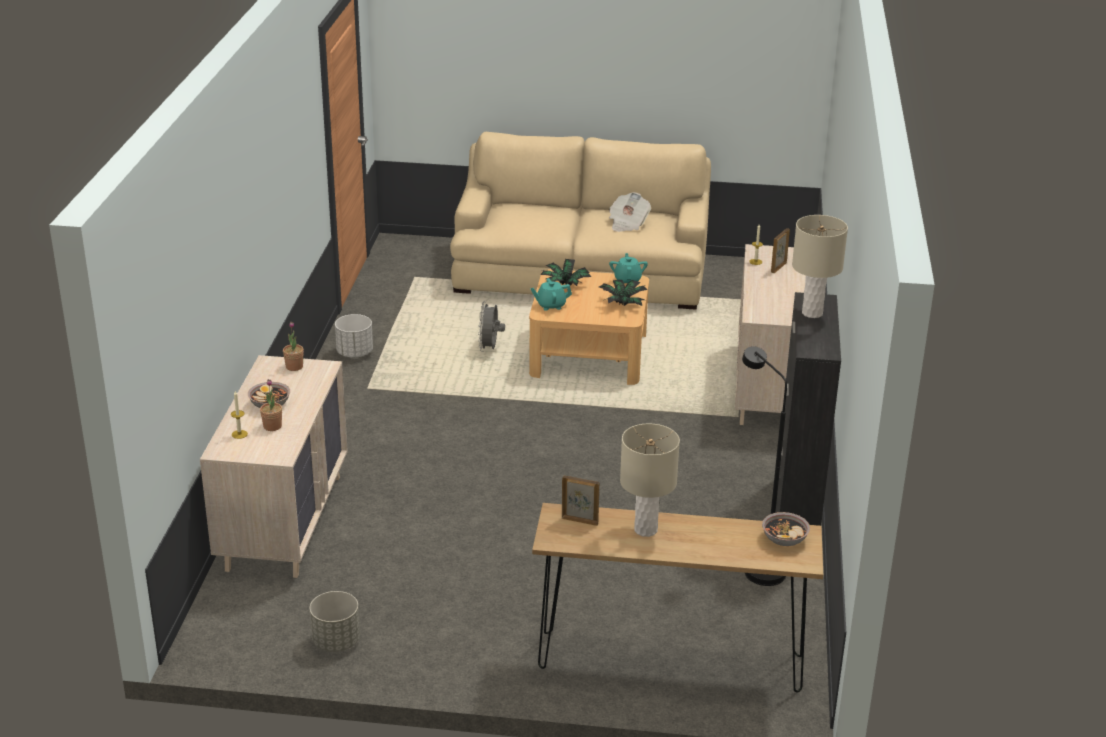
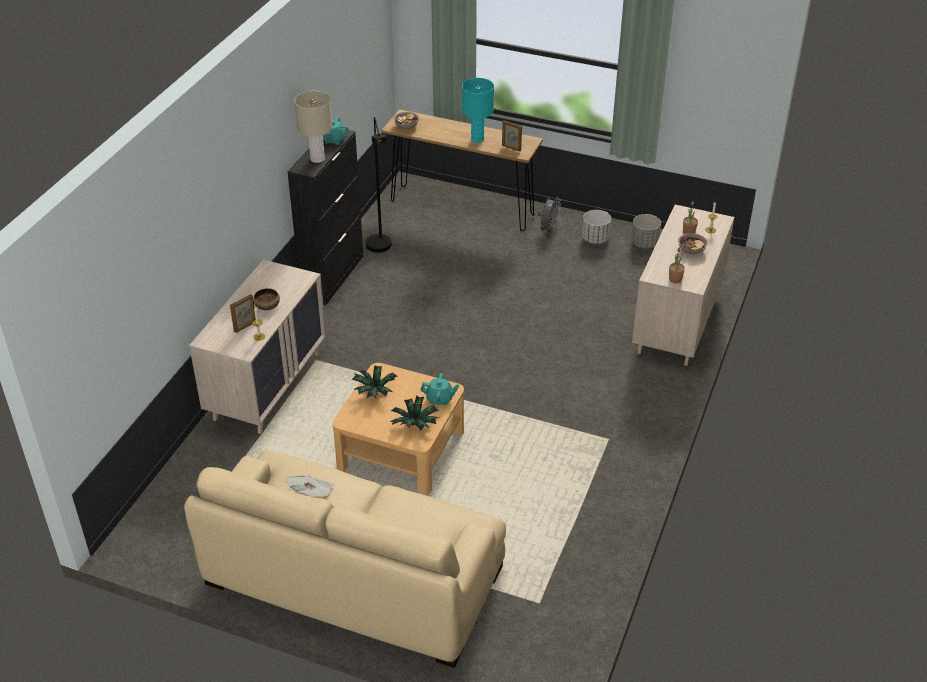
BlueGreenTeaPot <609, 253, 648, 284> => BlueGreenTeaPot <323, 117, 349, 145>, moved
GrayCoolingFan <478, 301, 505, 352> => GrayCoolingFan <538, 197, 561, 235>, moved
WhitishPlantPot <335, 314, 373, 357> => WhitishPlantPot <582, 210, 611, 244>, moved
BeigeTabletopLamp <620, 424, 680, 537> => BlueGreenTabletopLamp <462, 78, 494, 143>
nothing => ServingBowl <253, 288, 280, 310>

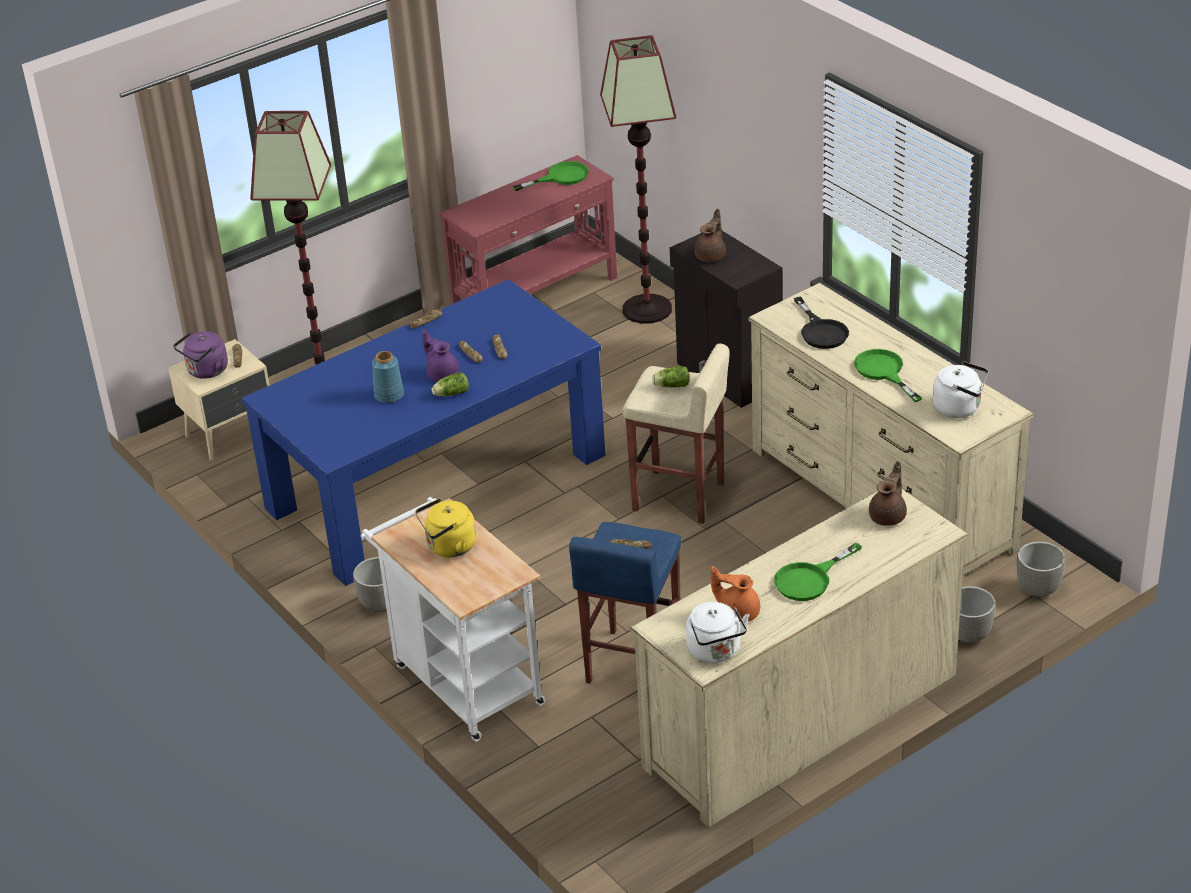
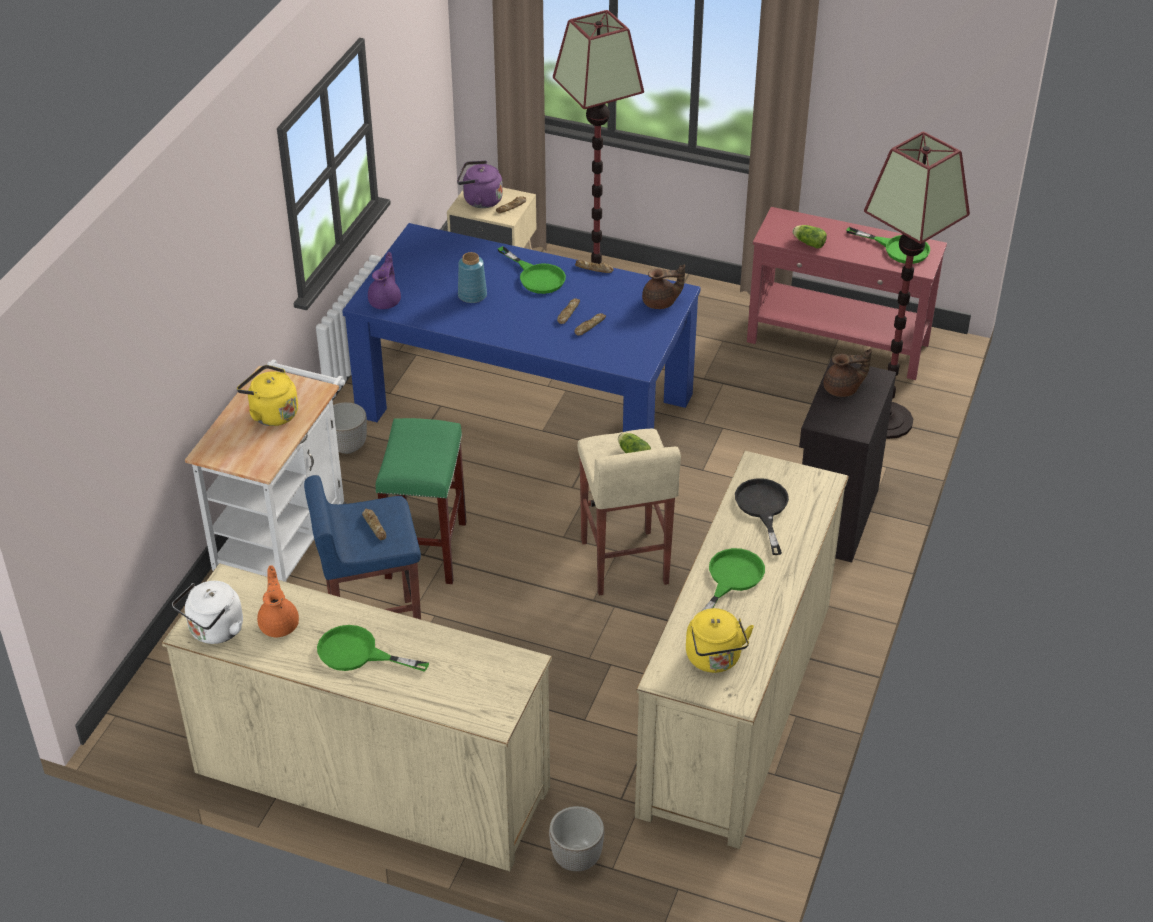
BlackPan <794, 297, 849, 349> => BlackPan <735, 478, 789, 555>, 135 degrees clockwise
PurpleColouredTeaPot <422, 329, 460, 382> => PurpleColouredTeaPot <368, 252, 401, 309>, moved
WhitishTeaKettle <933, 361, 988, 418> => YellowColouredTeaKettle <686, 608, 754, 673>
LettuceHead <431, 372, 469, 396> => LettuceHead <793, 225, 827, 249>, moved
BrownTeaPot <869, 461, 907, 526> => BrownTeaPot <642, 264, 685, 309>, moved
PlantPot <1017, 541, 1065, 597> => nothing
nothing => GreenColouredPan <498, 246, 566, 294>
nothing => GreenColouredStoolSeat <375, 418, 466, 584>

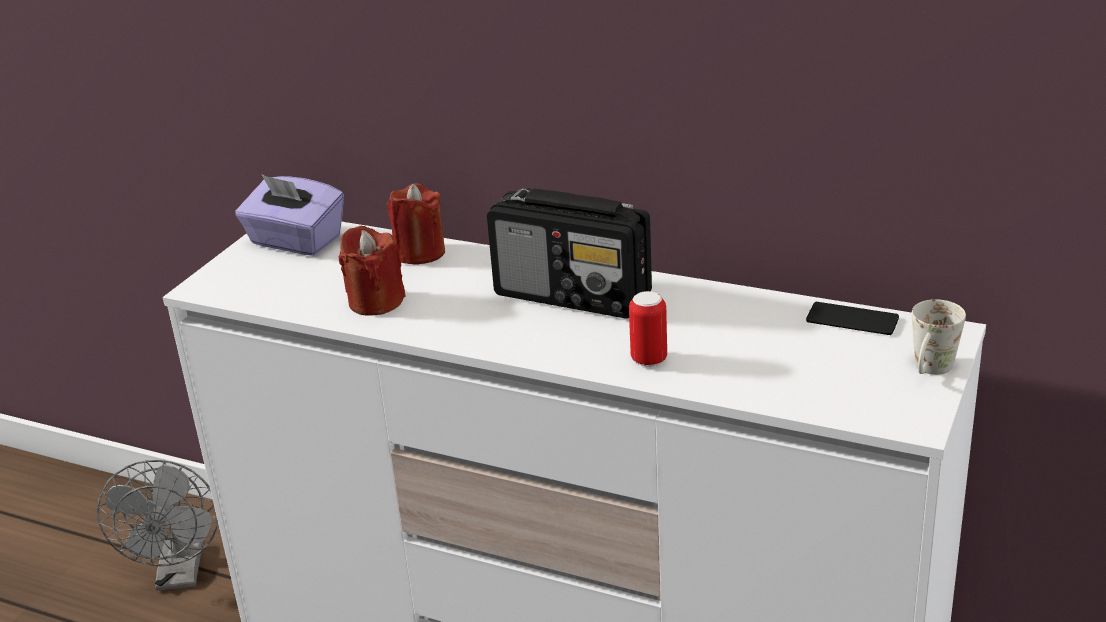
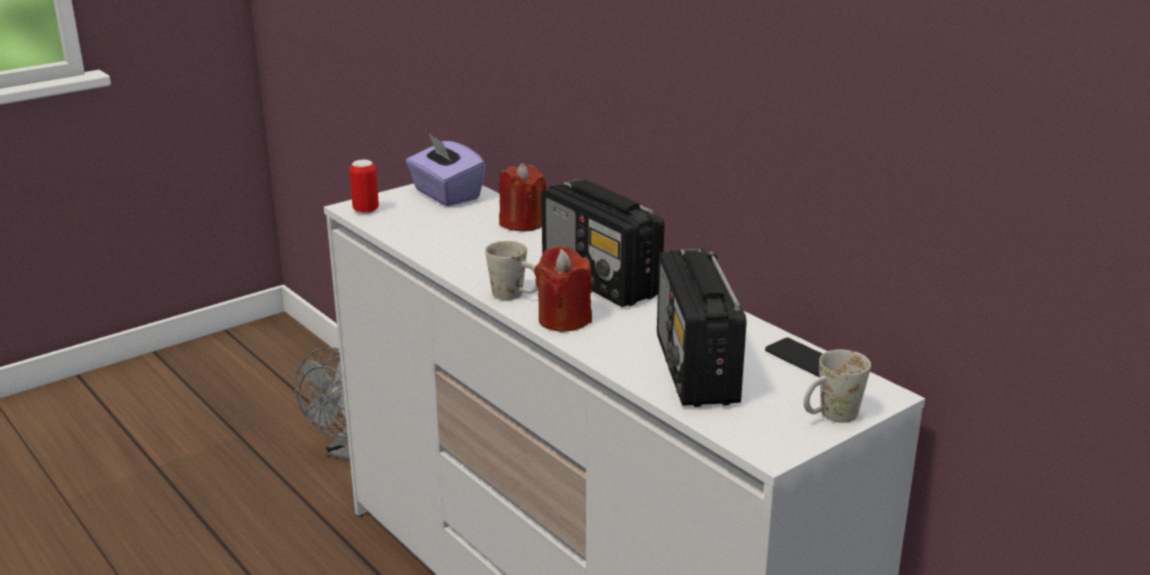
RedColouredWaxLight <339, 226, 406, 315> => RedColouredWaxLight <535, 246, 592, 332>, moved
Can <629, 291, 667, 366> => Can <349, 160, 379, 214>, moved
nothing => WhitishCoffeeMug <485, 241, 538, 300>
nothing => RadioSet <657, 249, 746, 407>

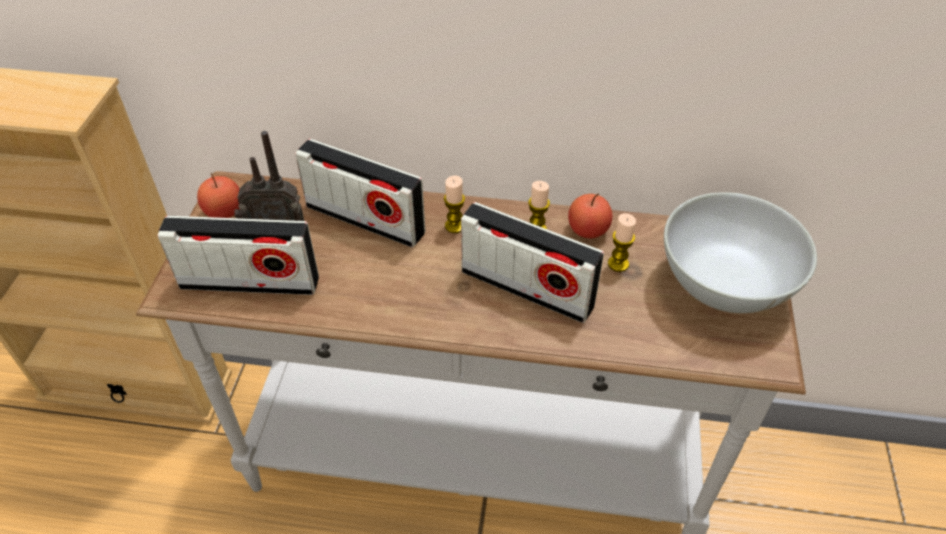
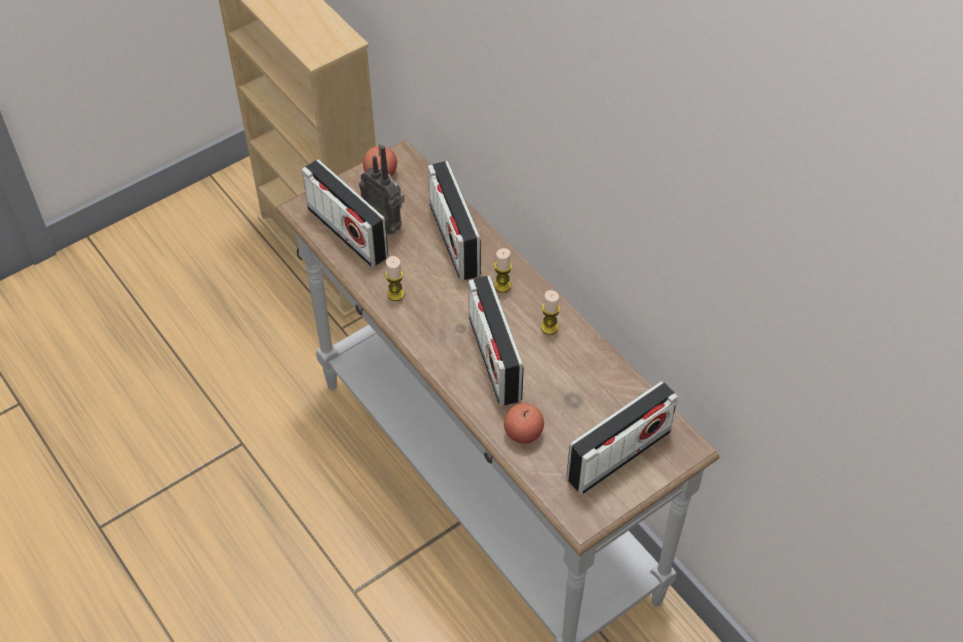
WhitishServingBowl <664, 192, 817, 313> => RadioSet <567, 381, 678, 495>
AppleFruit <568, 193, 612, 238> => AppleFruit <504, 403, 544, 444>, moved
WaxLight <608, 213, 636, 272> => WaxLight <385, 256, 404, 301>, moved

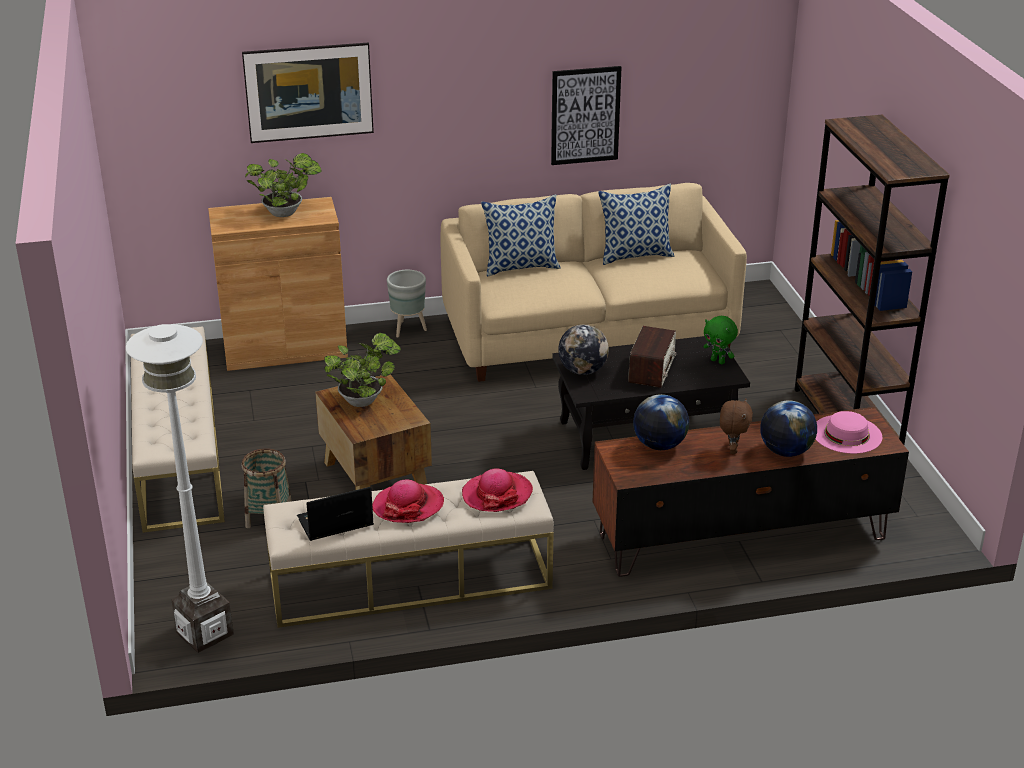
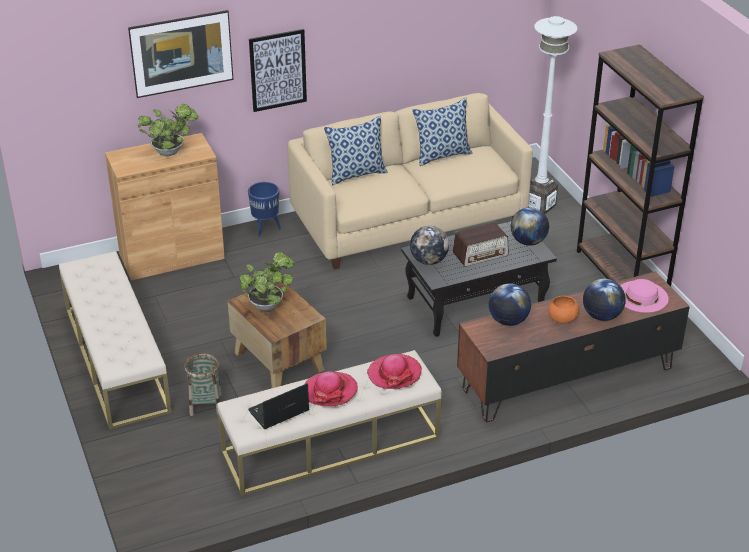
WallArt <551, 66, 622, 165> => WallArt <249, 29, 307, 112>, moved
GrayPlantPot <387, 270, 427, 338> => BluePlantPot <248, 182, 281, 237>
GreenColouredSoftToy <703, 316, 738, 364> => DeskGlobe <511, 207, 549, 246>
WhitishStandingLamp <126, 324, 234, 653> => WhitishStandingLamp <528, 16, 578, 214>, moved
RadioSet <628, 326, 676, 388> => RadioSet <453, 222, 509, 267>, 60 degrees clockwise
BrownSoftToy <720, 399, 753, 454> => OrangeyServingBowl <548, 296, 579, 324>

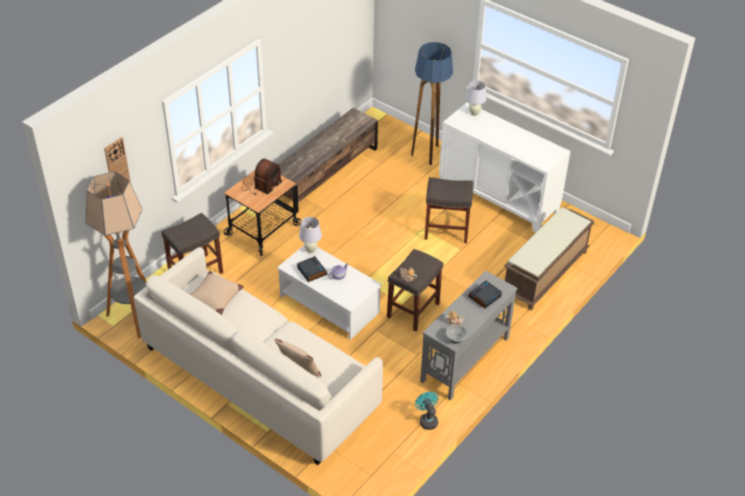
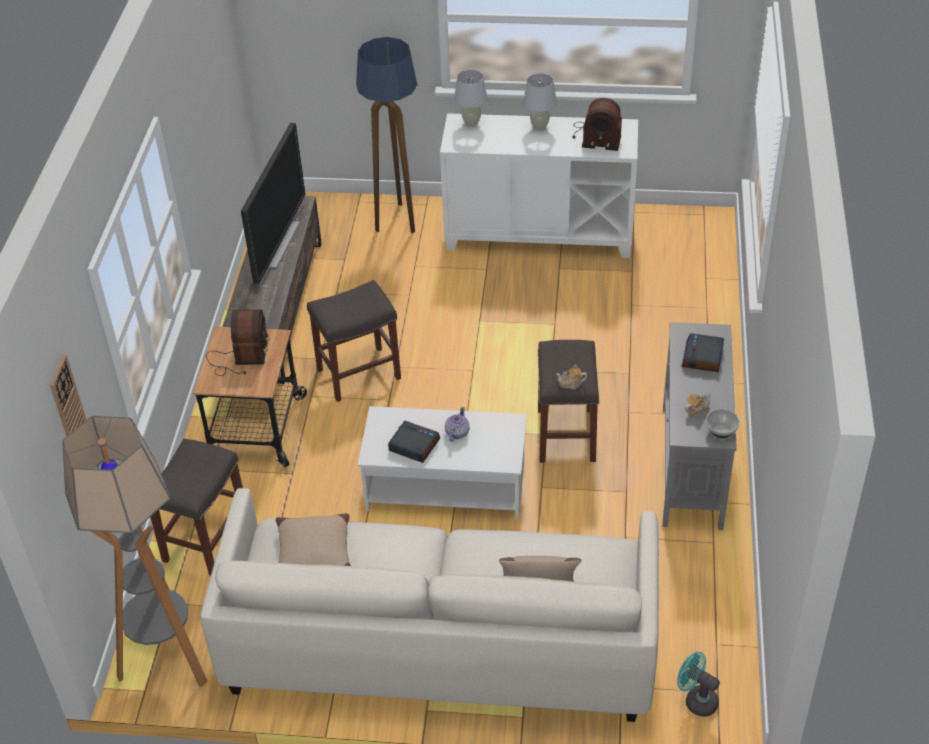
GrayStoolSeat <425, 177, 473, 243> => GrayStoolSeat <307, 280, 401, 402>, moved
BrownLongSeat <504, 207, 595, 310> => nothing
WhitishTabletopLamp <299, 217, 322, 253> => WhitishTabletopLamp <523, 73, 557, 131>, moved
BlueGreenCoolingFan <415, 392, 438, 430> => BlueGreenCoolingFan <677, 652, 720, 717>, moved
nothing => RadioSet <572, 98, 622, 151>
nothing => Television <241, 123, 305, 285>

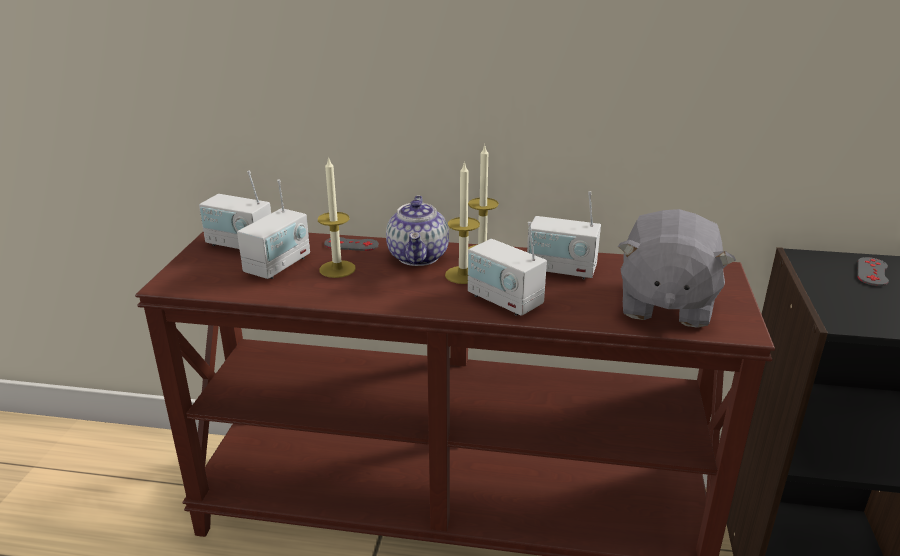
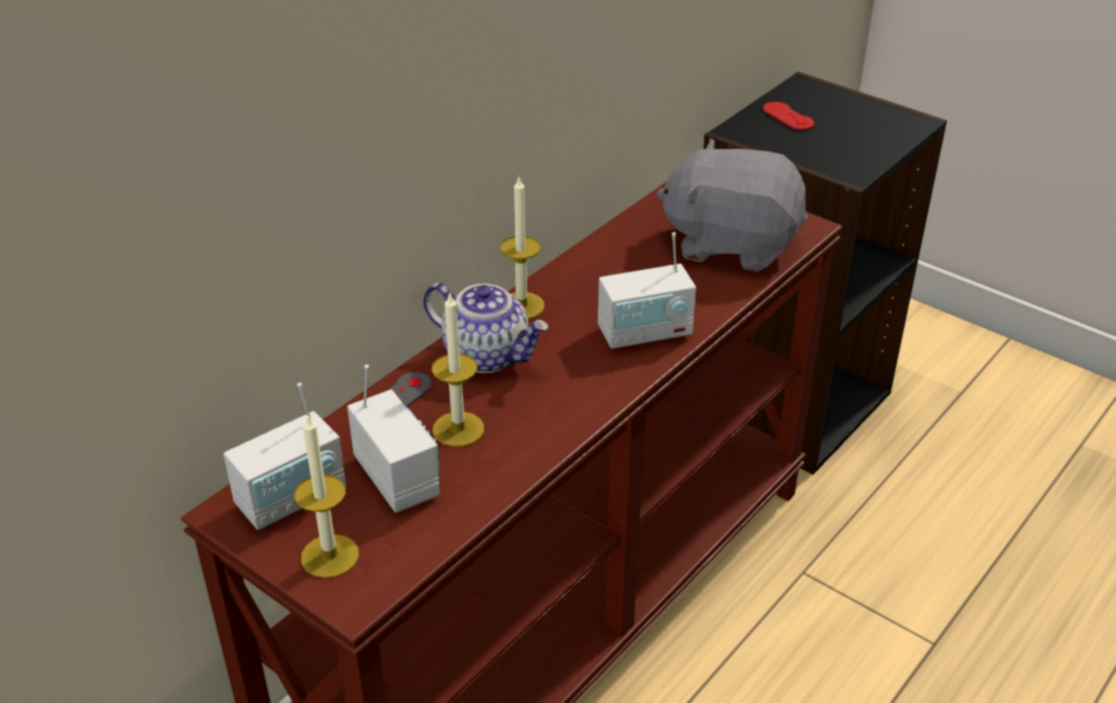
WaxLight <445, 161, 480, 284> => WaxLight <294, 413, 359, 578>, moved
RadioSet <527, 191, 601, 279> => nothing
GraySoftToy <618, 209, 736, 328> => GraySoftToy <657, 138, 808, 272>, 150 degrees clockwise
GrayJoypad <858, 257, 889, 286> => RedColouredJoypad <763, 102, 814, 130>

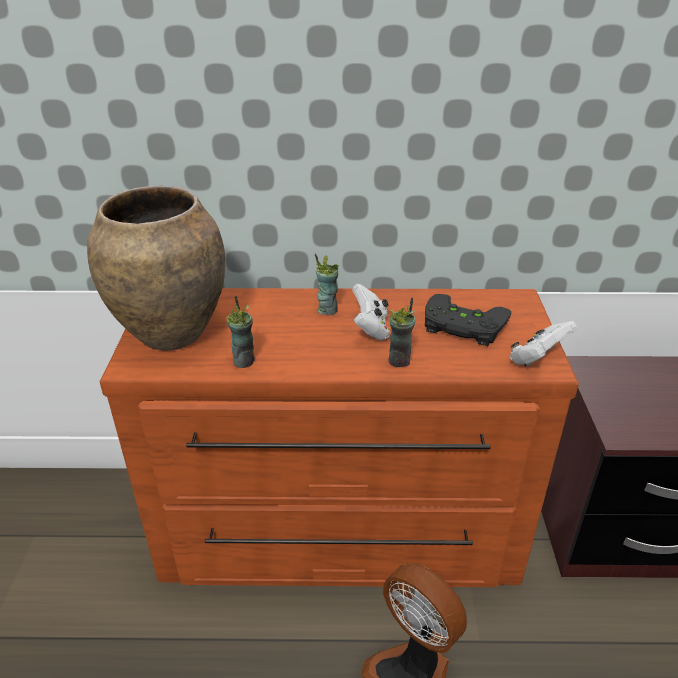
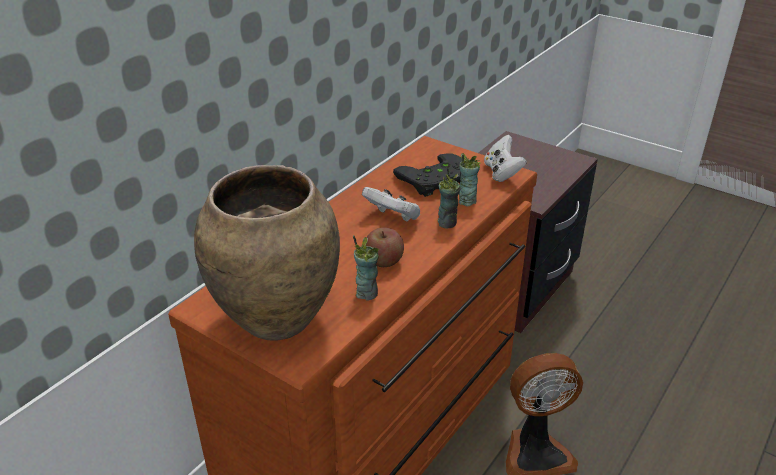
Cup <315, 253, 339, 315> => Cup <459, 153, 481, 206>, moved
nothing => AppleFruit <366, 228, 404, 267>

